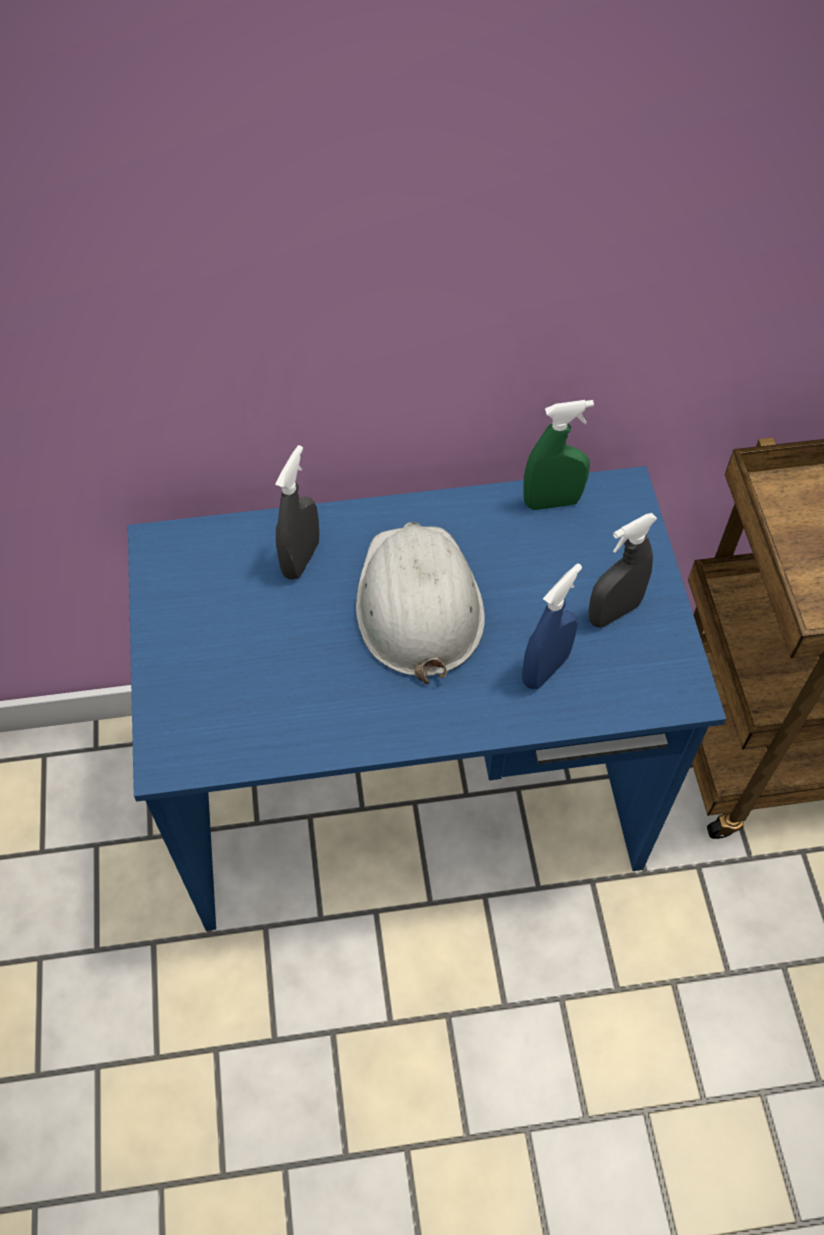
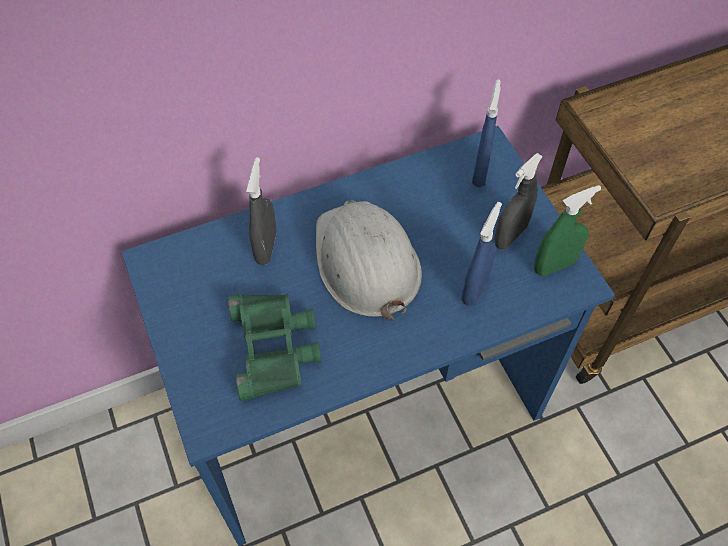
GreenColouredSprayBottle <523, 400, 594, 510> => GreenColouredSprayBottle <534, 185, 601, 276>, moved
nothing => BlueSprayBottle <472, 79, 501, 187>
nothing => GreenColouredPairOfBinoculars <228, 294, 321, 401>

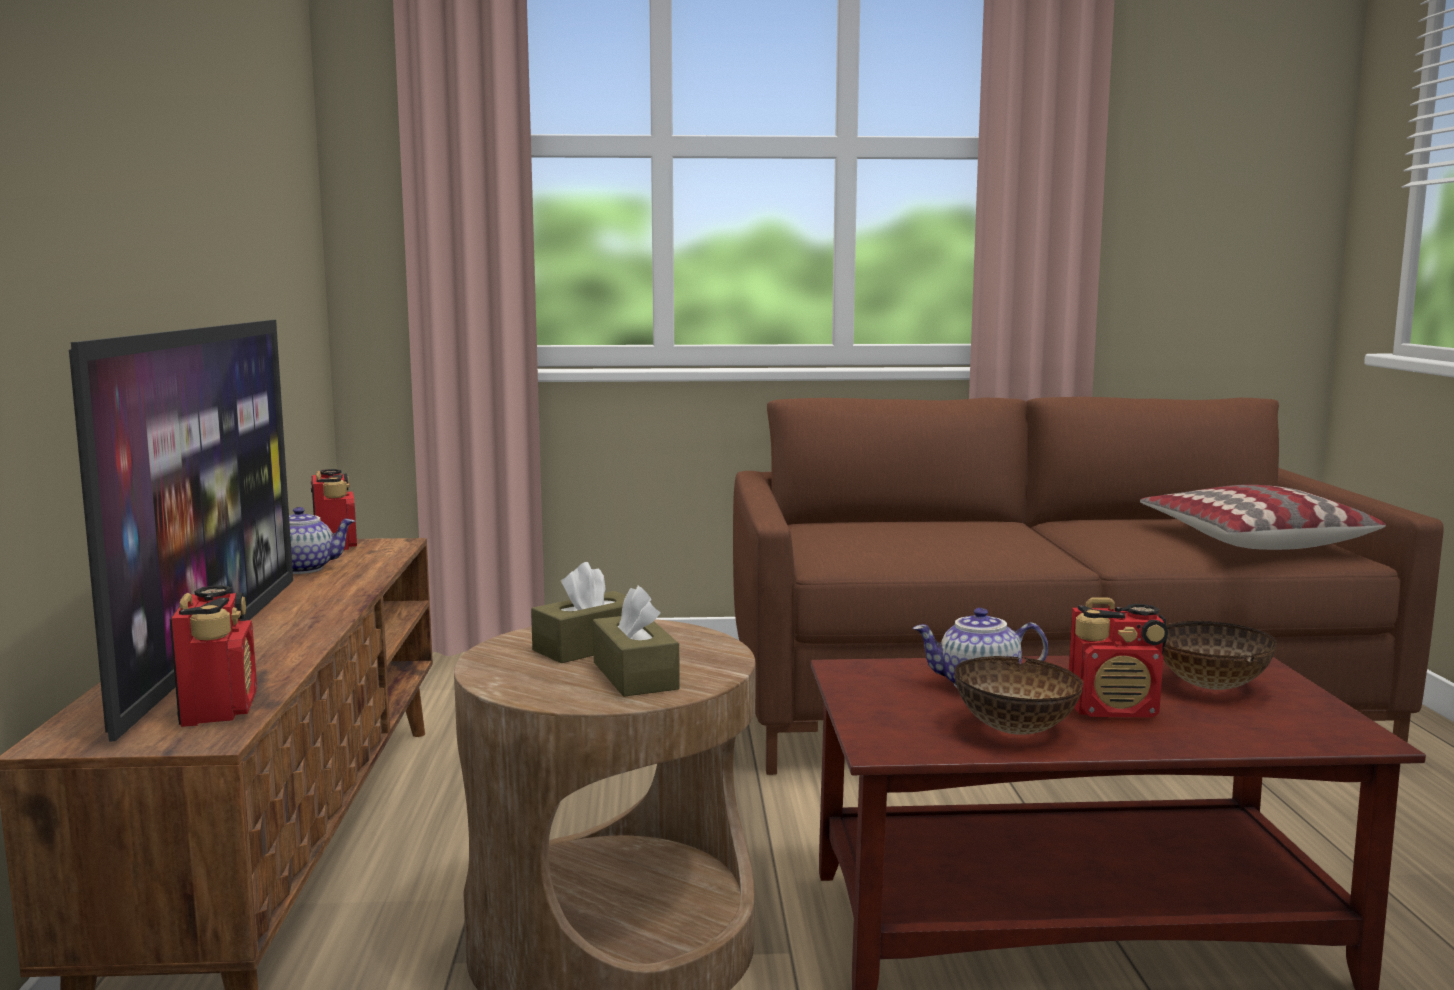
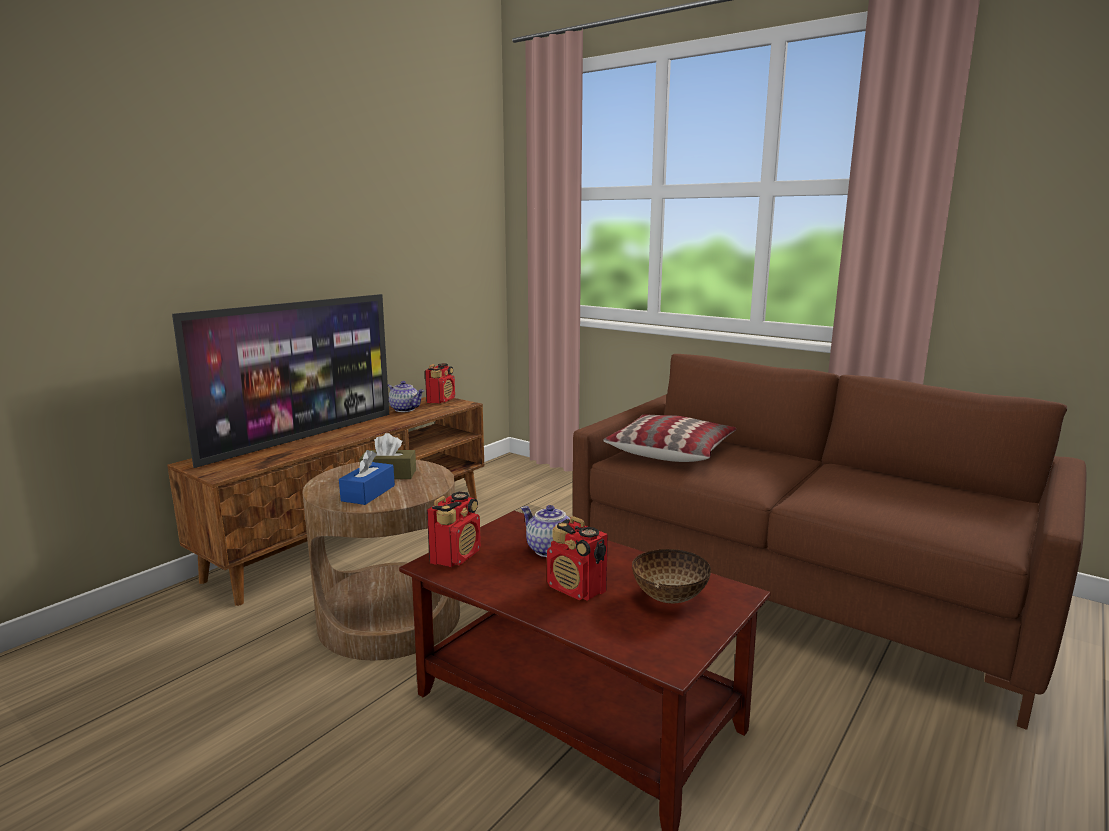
ThrowPillow <1140, 485, 1386, 550> => ThrowPillow <603, 414, 736, 462>, moved
RadioSet <170, 585, 257, 727> => RadioSet <427, 492, 481, 567>, moved
BrownTissueBox <593, 586, 680, 697> => BlueTissueBox <339, 450, 395, 505>
ServingBowl <955, 656, 1083, 735> => nothing

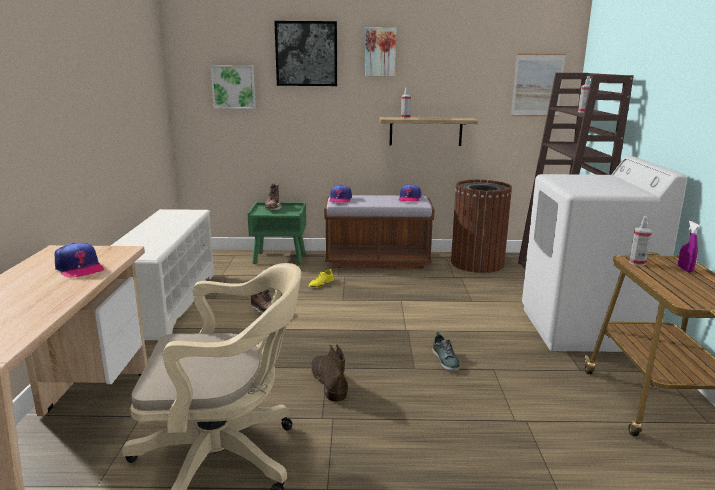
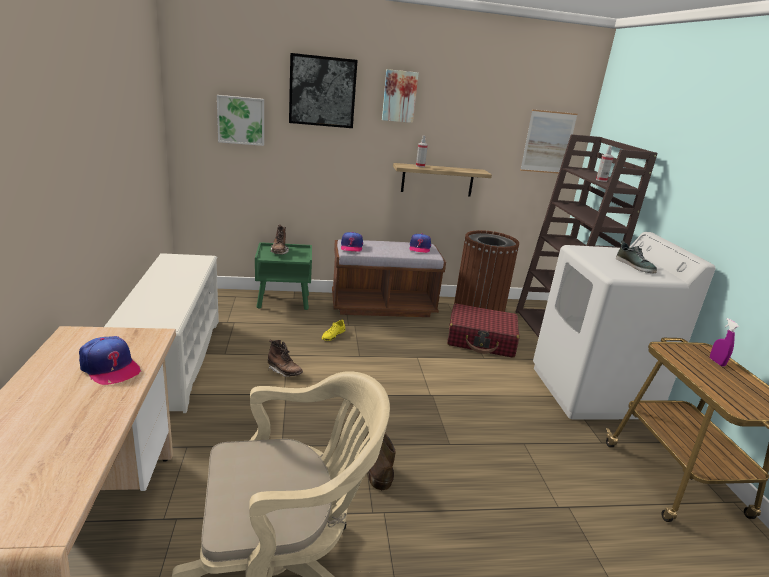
SprayBottle <629, 216, 652, 266> => nothing
LowShoe <432, 332, 460, 372> => LowShoe <616, 241, 657, 273>, moved
nothing => RedColouredTravelCase <447, 303, 519, 358>

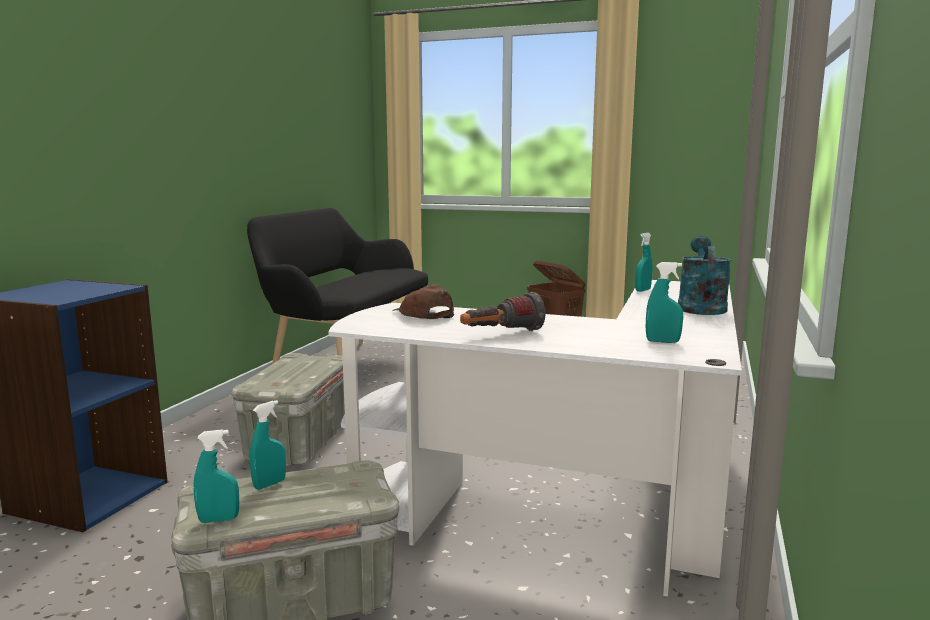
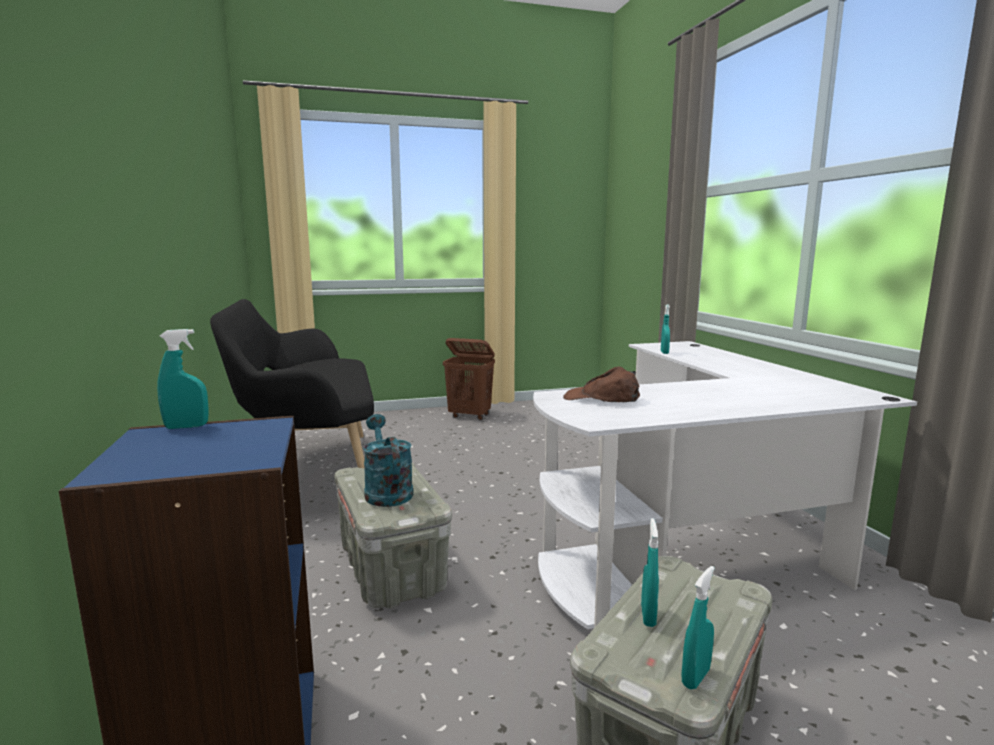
BlueGreenWateringPot <678, 236, 732, 315> => BlueGreenWateringPot <363, 414, 413, 507>, moved
BlueGreenSprayBottle <646, 262, 683, 343> => BlueGreenSprayBottle <157, 329, 209, 429>, moved
Flashlight <460, 292, 546, 331> => nothing

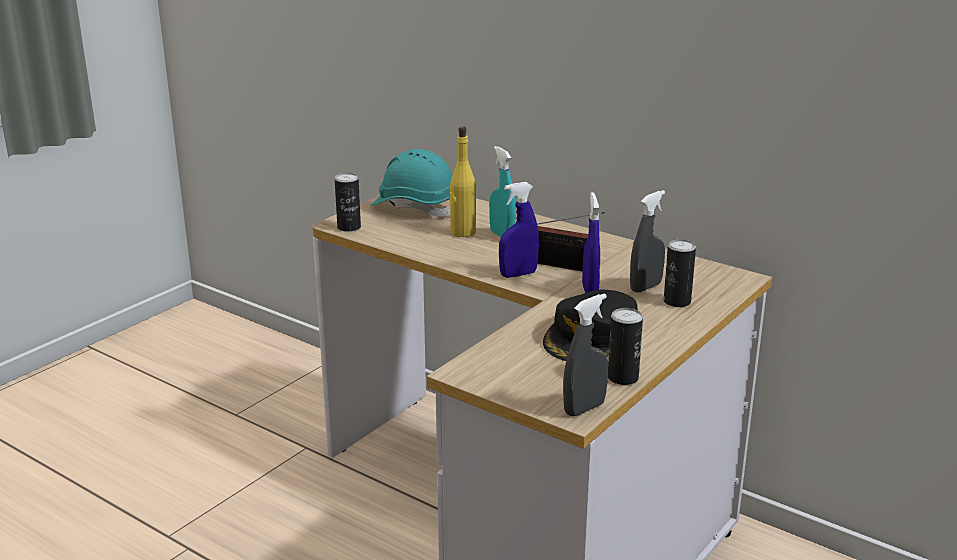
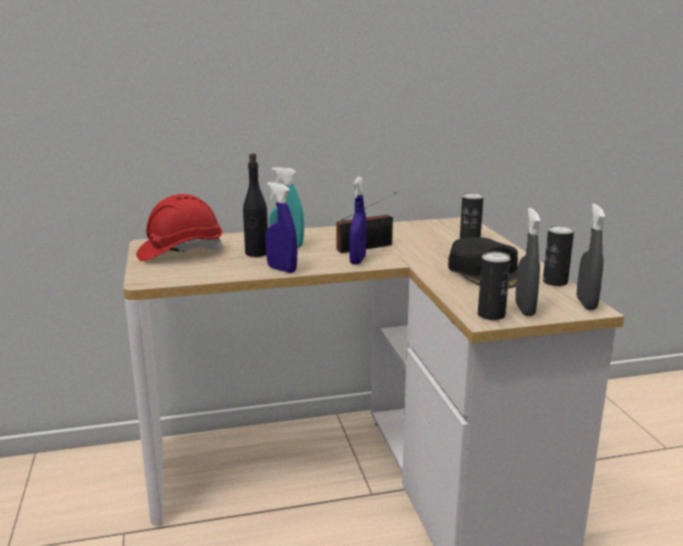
YellowColouredDrinkBottle <449, 126, 476, 237> => BlackDrinkBottle <243, 153, 268, 257>
BlueGreenWorkHelmet <370, 149, 452, 217> => RedColouredWorkHelmet <136, 194, 223, 261>
Can <335, 173, 361, 232> => Can <478, 252, 510, 320>, moved
GraySprayBottle <630, 190, 665, 293> => GraySprayBottle <515, 208, 541, 316>, moved
BlueSprayBottle <582, 192, 600, 293> => BlueSprayBottle <265, 182, 298, 273>, moved

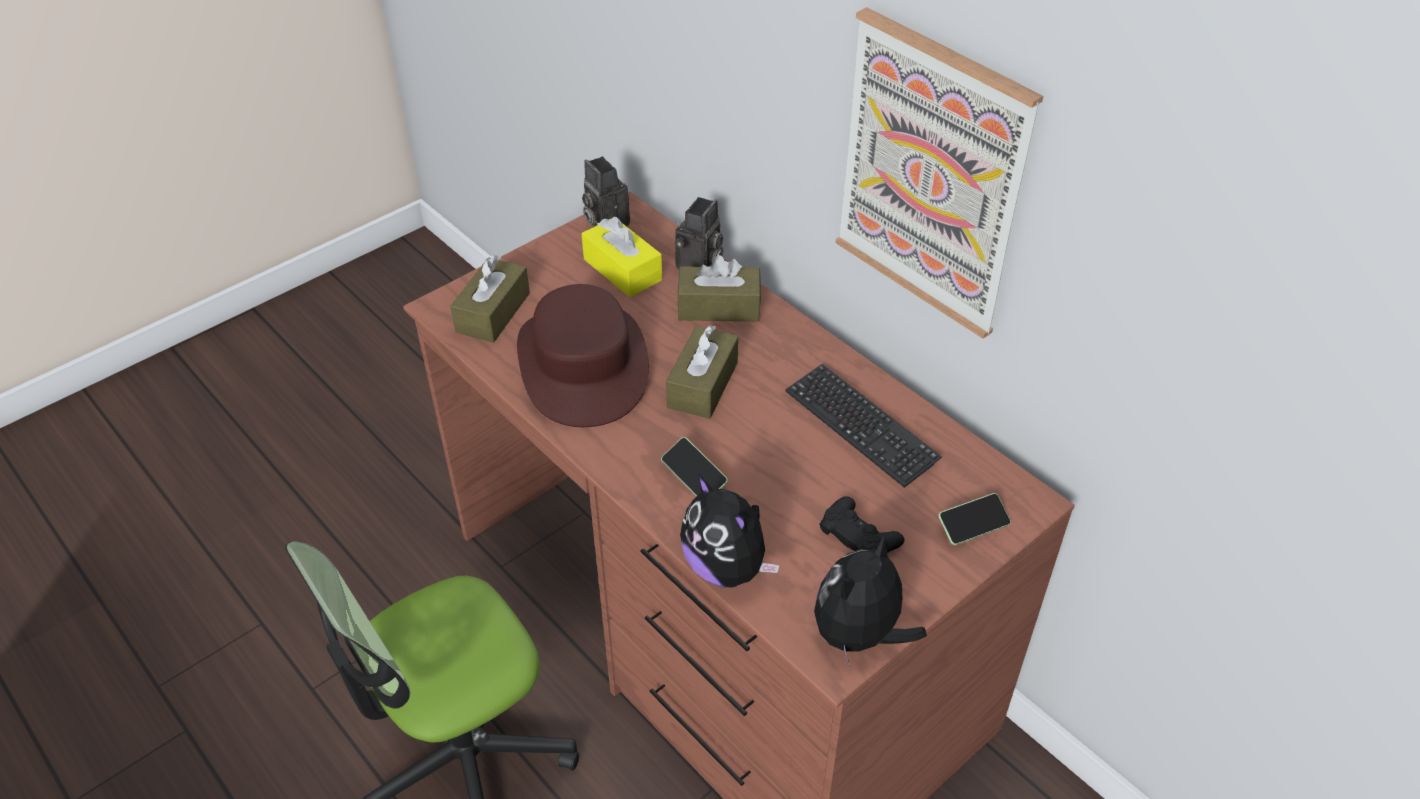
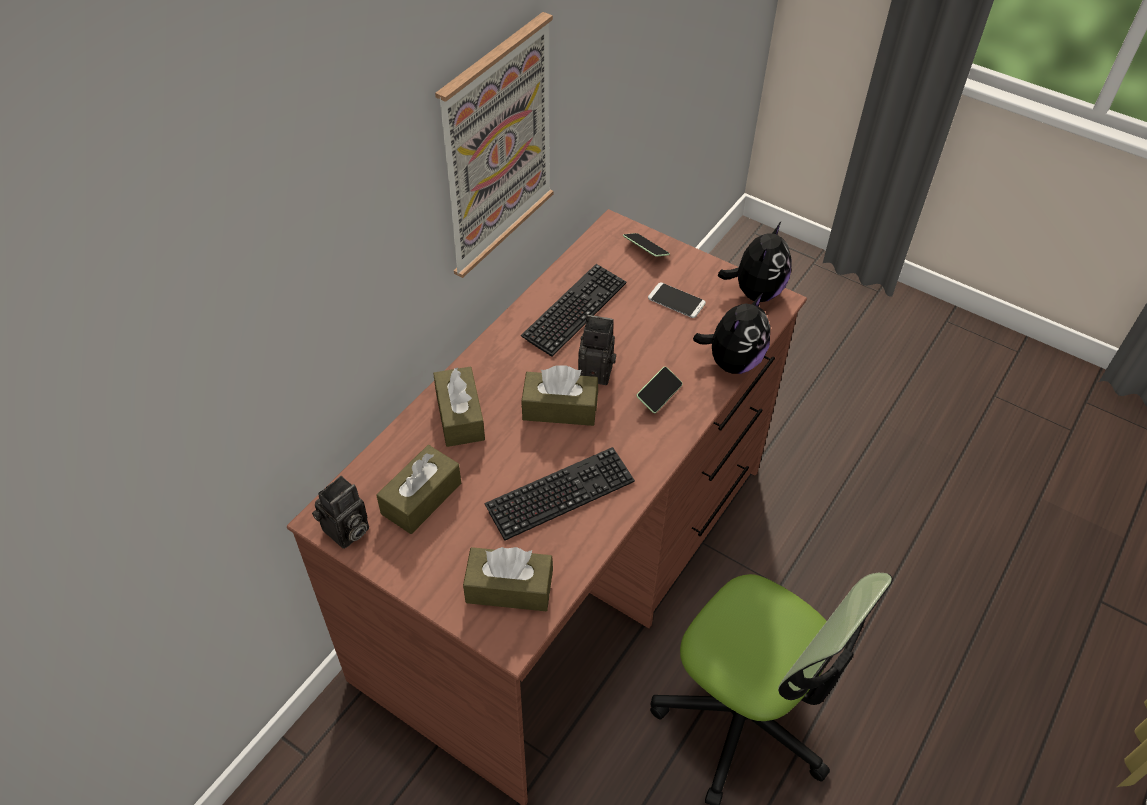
PhotoCamera <675, 197, 723, 270> => PhotoCamera <578, 315, 616, 385>, moved
YellowColouredTissueBox <582, 217, 662, 297> => BrownTissueBox <376, 445, 461, 534>
BrownWearableHat <517, 284, 649, 427> => ComputerKeyboard <484, 447, 635, 541>
BlackJoypad <819, 496, 905, 553> => Phone <648, 283, 706, 318>
SoftToy <814, 533, 927, 665> => SoftToy <718, 221, 792, 302>, 90 degrees counterclockwise

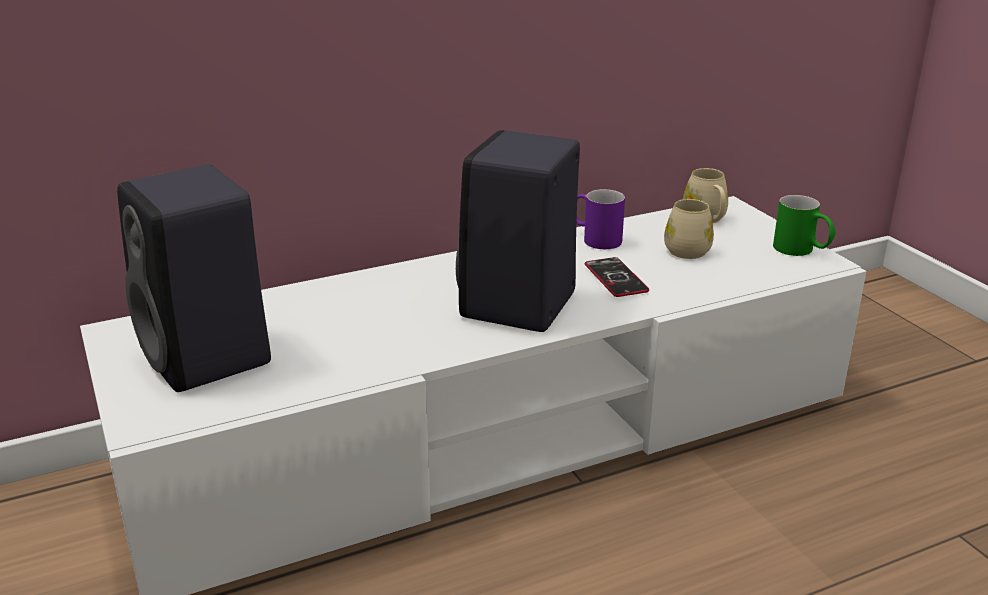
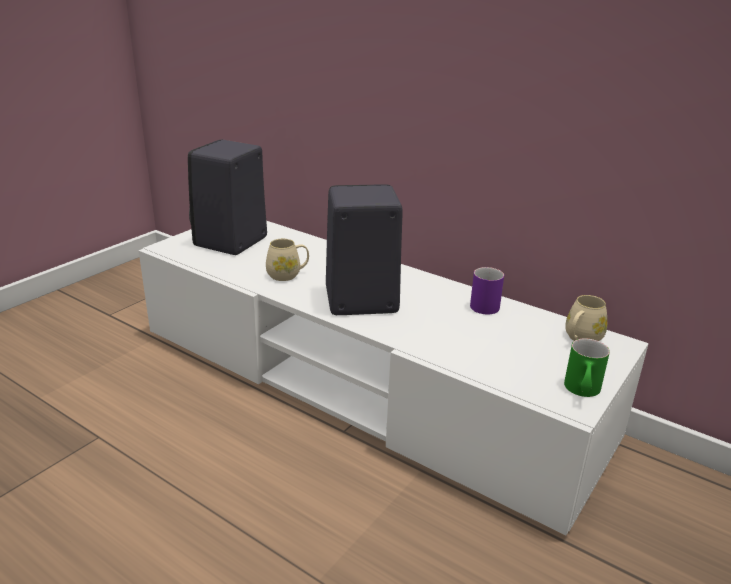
BeigeCoffeeMug <664, 199, 714, 259> => BeigeCoffeeMug <266, 239, 309, 281>, moved
Phone <585, 257, 649, 297> => nothing

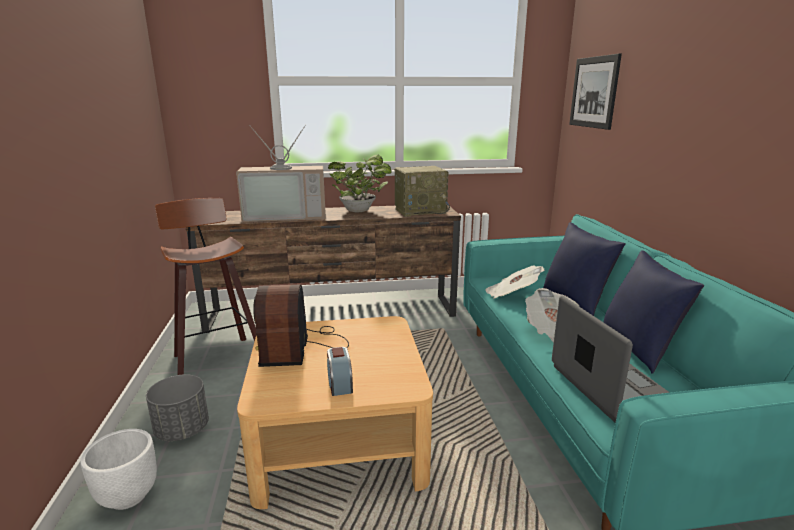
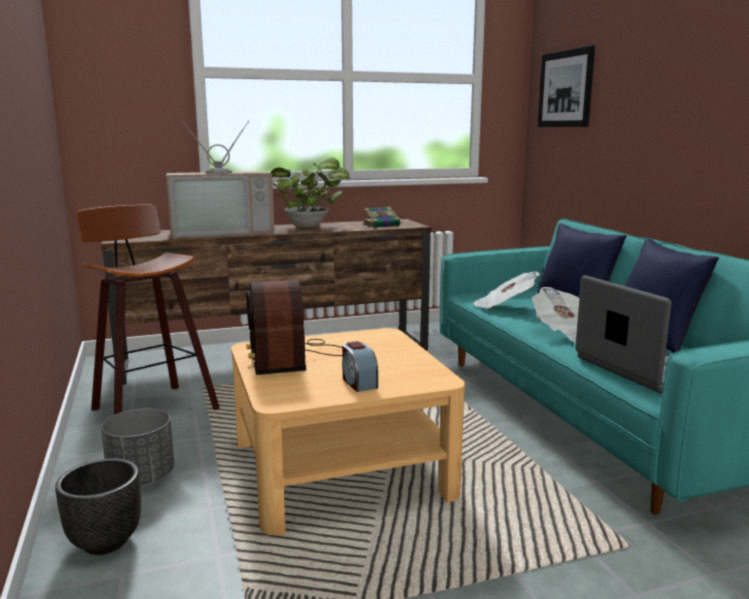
RadioSet <394, 166, 450, 217> => BoundBook <363, 207, 401, 227>
WhitishPlantPot <80, 429, 157, 510> => BlackPlantPot <55, 458, 141, 555>

